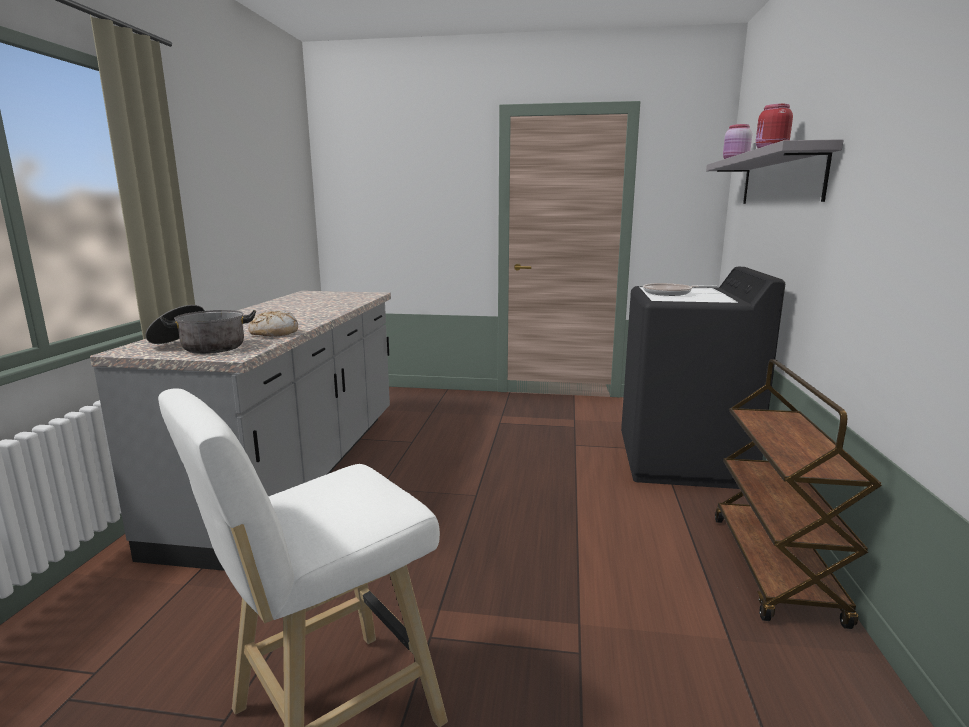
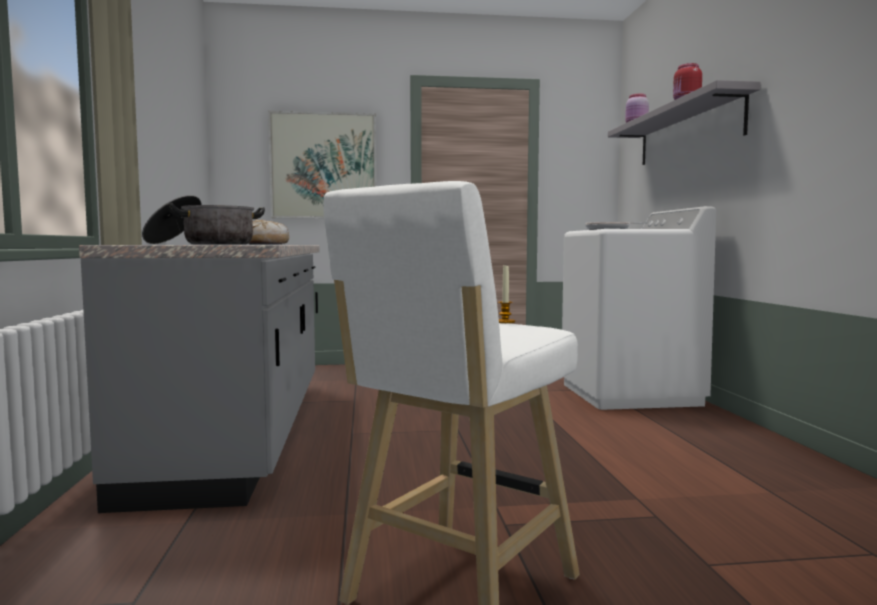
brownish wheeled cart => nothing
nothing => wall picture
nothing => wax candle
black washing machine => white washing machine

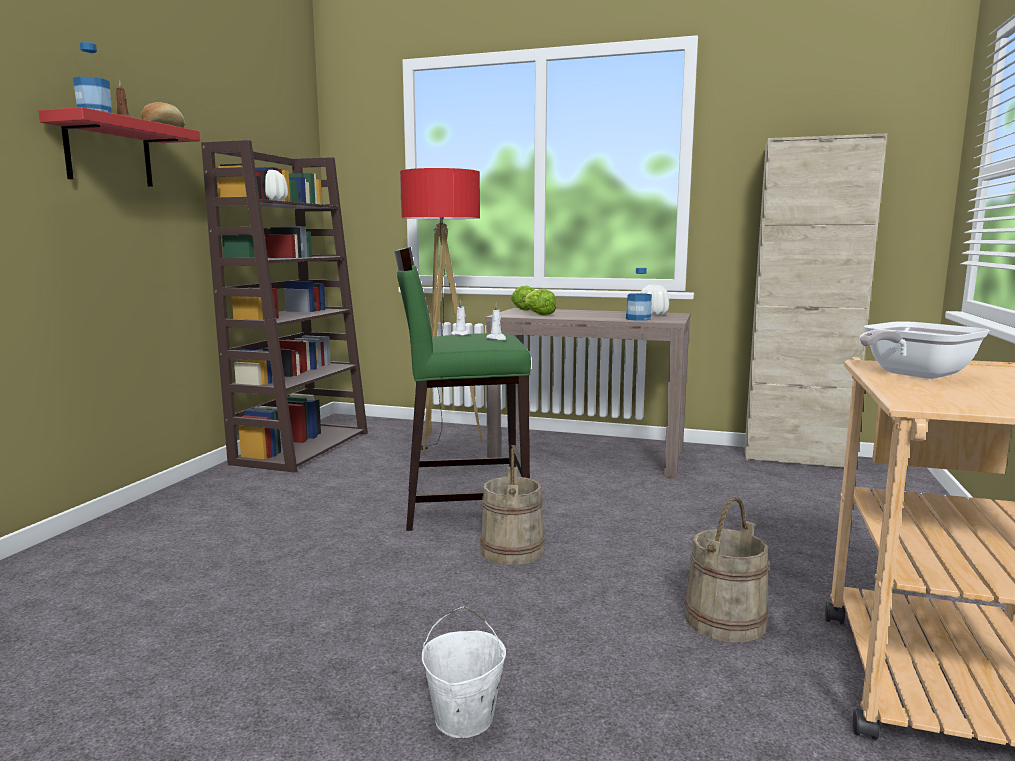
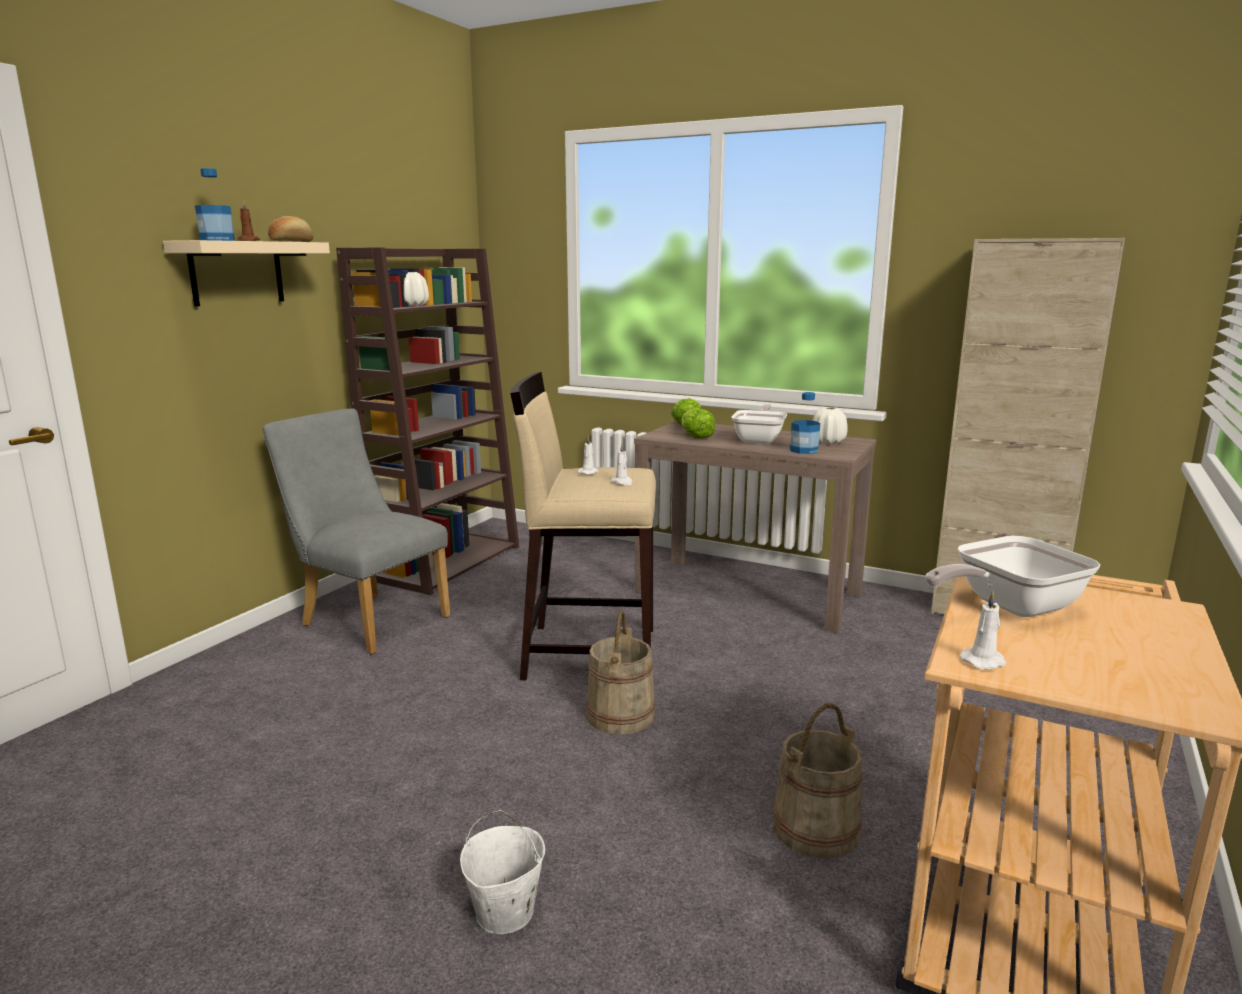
floor lamp => nothing
nothing => greyish plain chair
nothing => pan (no. 1 from left)
nothing => white wax candle (no. 3 from left)
reddish wall shelf => beige wall shelf
green sitting stool => beige sitting stool

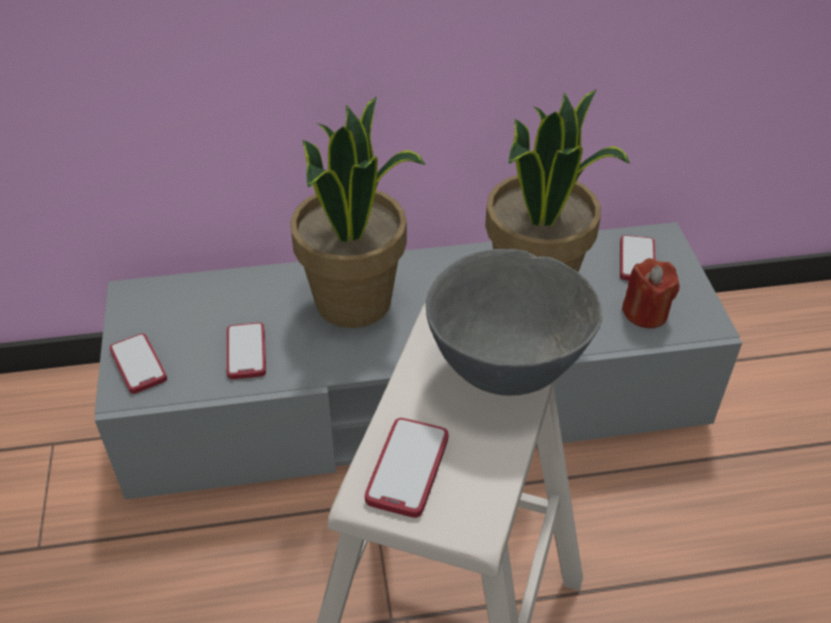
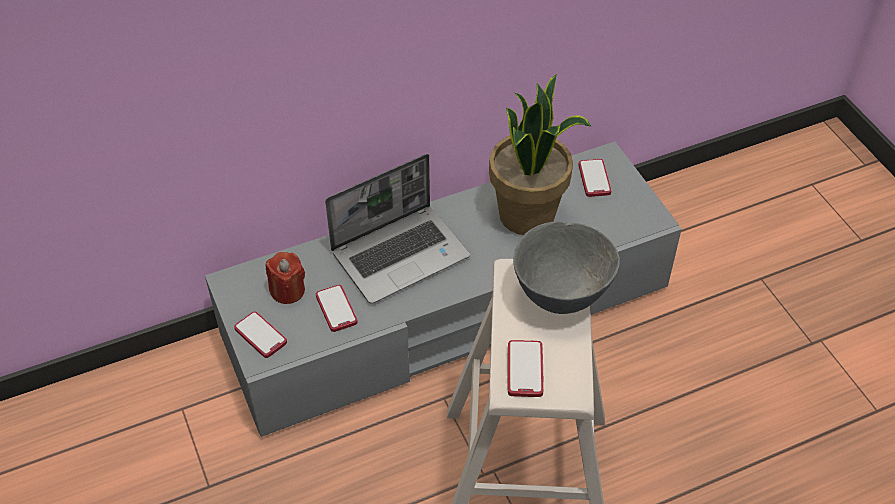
reddish wax candle, relocated
houseplant (no. 1 from left) => portable computer

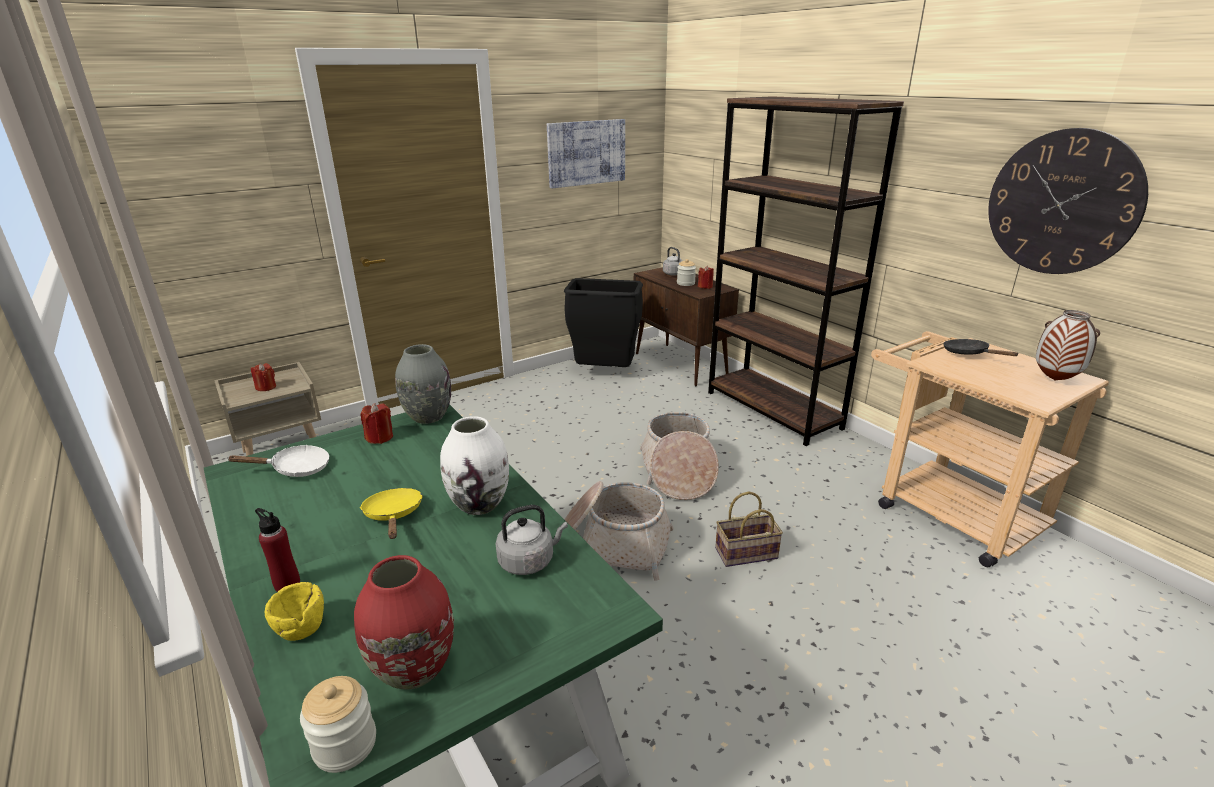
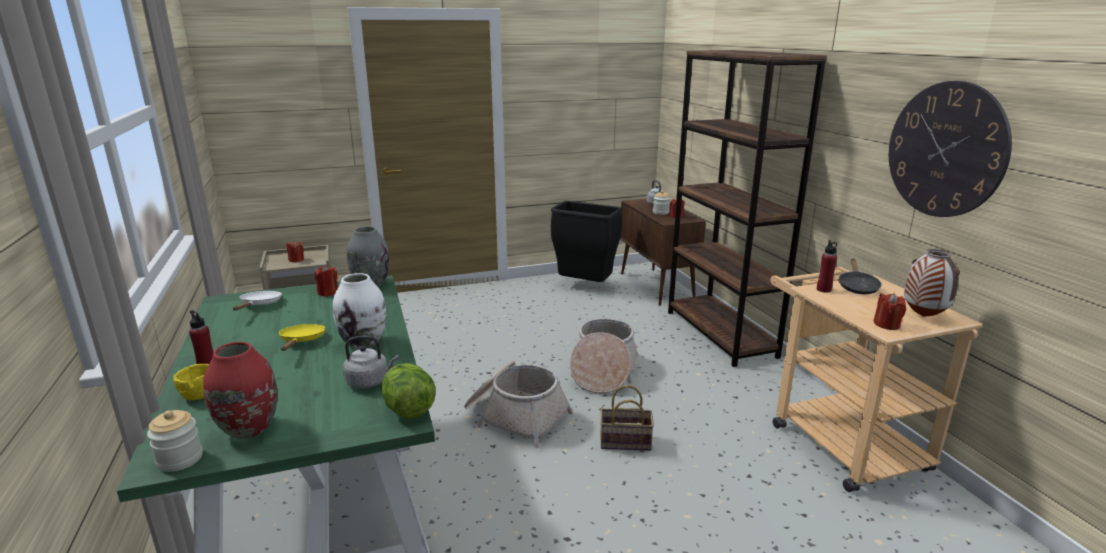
wall picture => nothing
nothing => lettuce head
nothing => reddish drink bottle (no. 2 from left)
nothing => reddish wax candle (no. 4 from left)
white pan, 90 degrees counterclockwise
black pan, 150 degrees counterclockwise

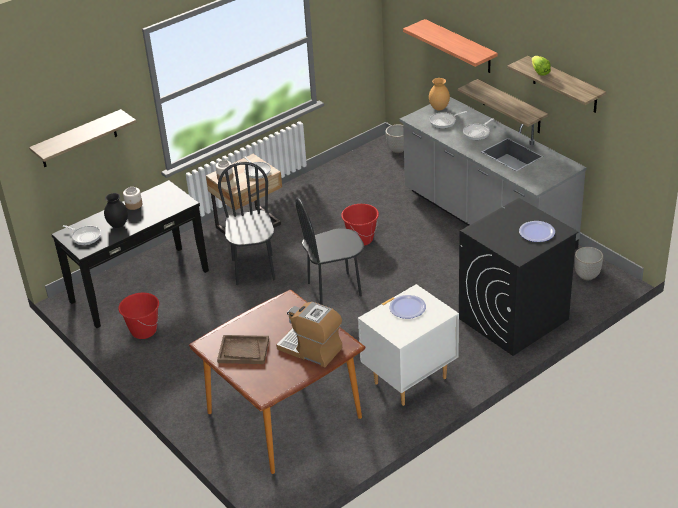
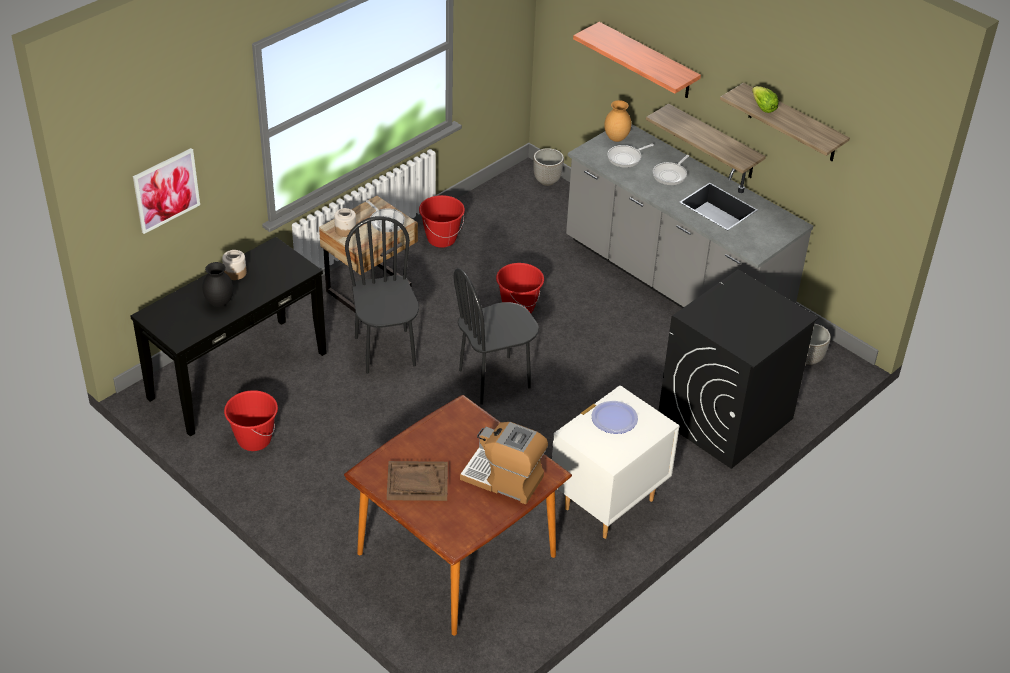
pan (no. 1 from left) => nothing
flat dish (no. 2 from left) => nothing
nothing => reddish water bucket (no. 2 from left)
wall shelf (no. 1 from left) => wall picture

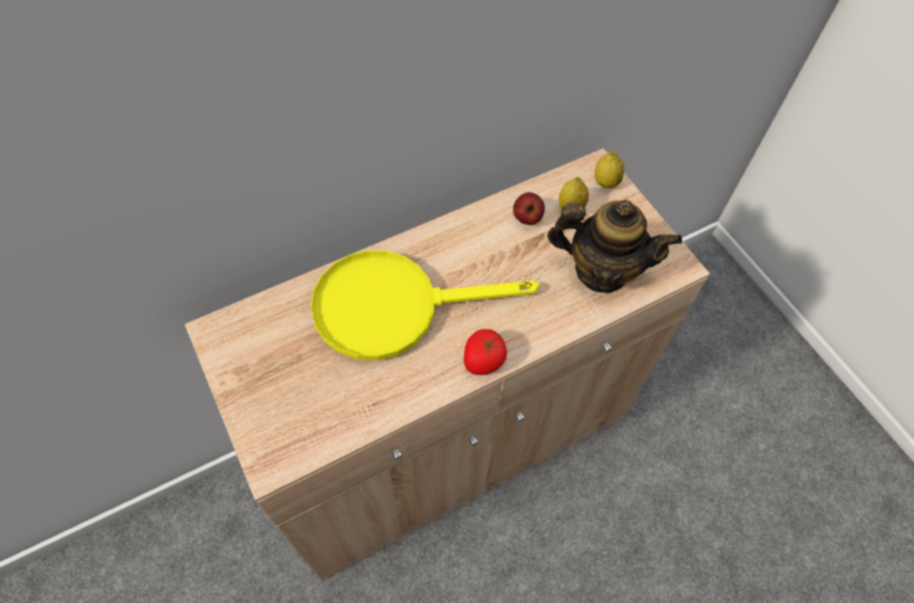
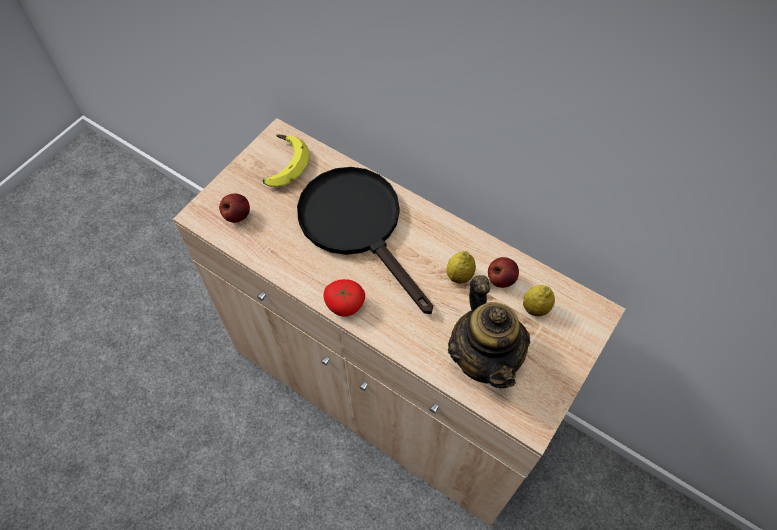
nothing => apple (no. 1 from left)
nothing => banana fruit
whole lemon (no. 2 from left in the first image) => whole lemon (no. 1 from left), relocated
yellow-coloured pan => black pan

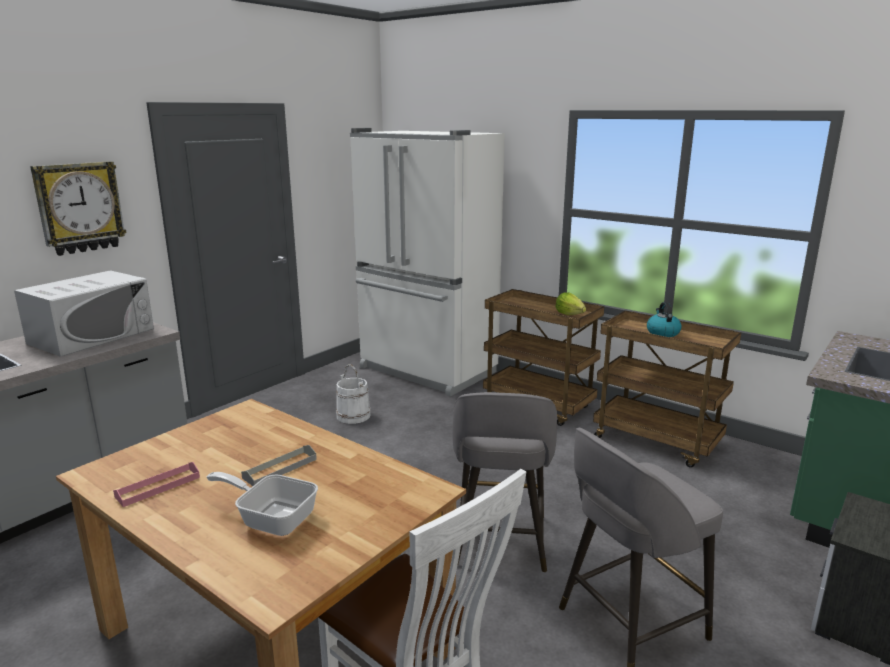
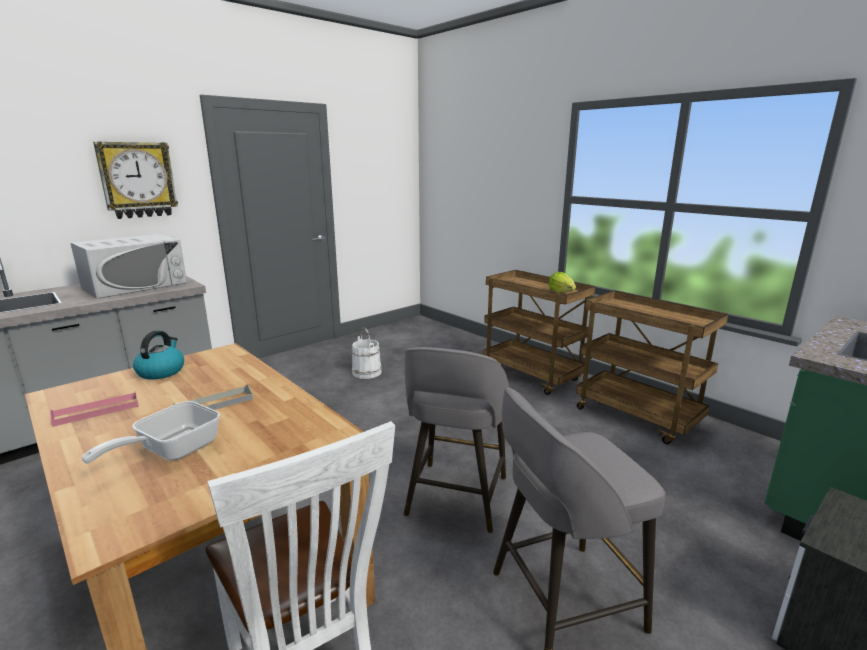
white kitchen fridge => nothing
tea kettle, relocated
pan, 90 degrees counterclockwise

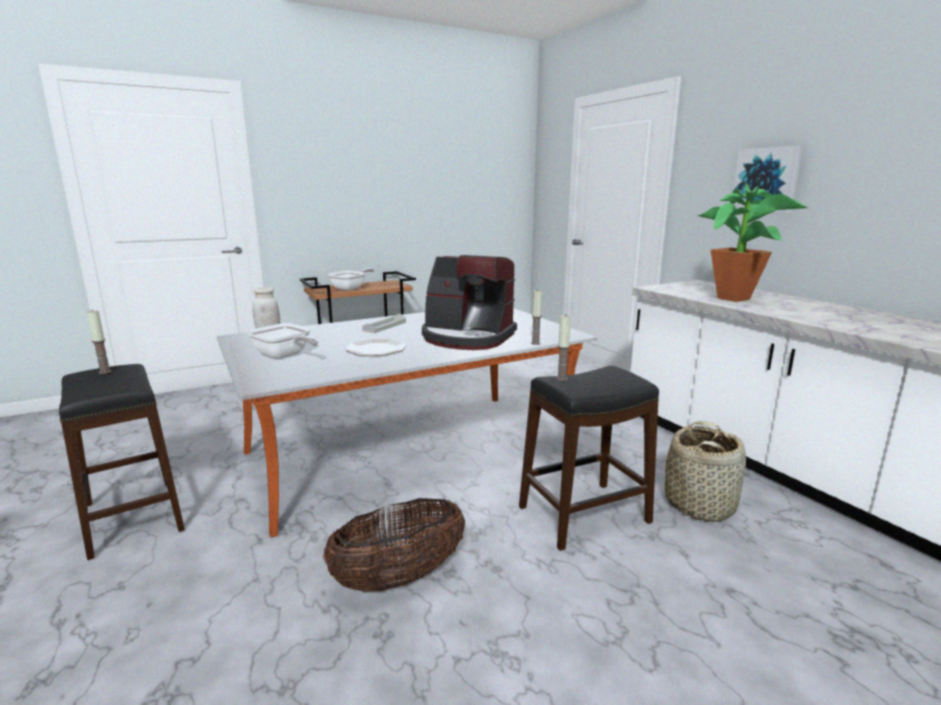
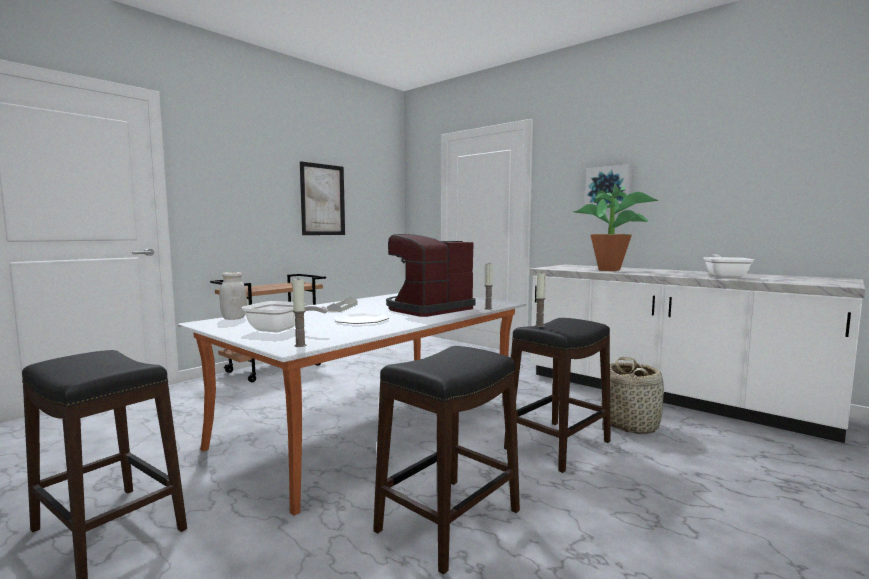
nothing => wall picture (no. 1 from left)
wax candle (no. 1 from left), relocated
pan (no. 2 from left), relocated
household basket (no. 1 from left) => black sitting stool (no. 2 from left)
coffee maker, 135 degrees clockwise

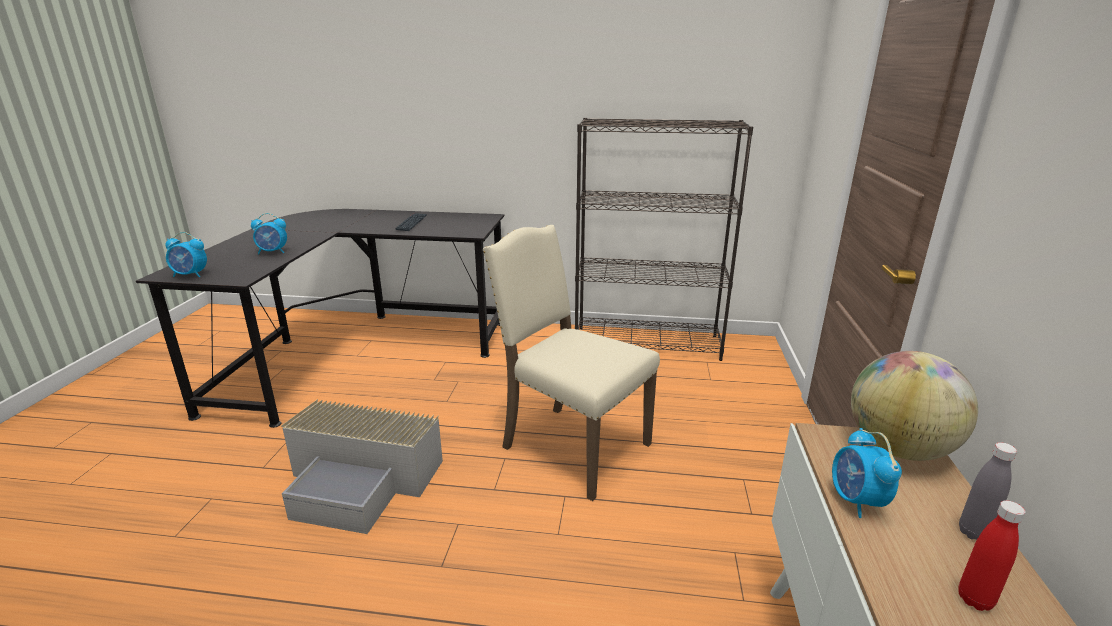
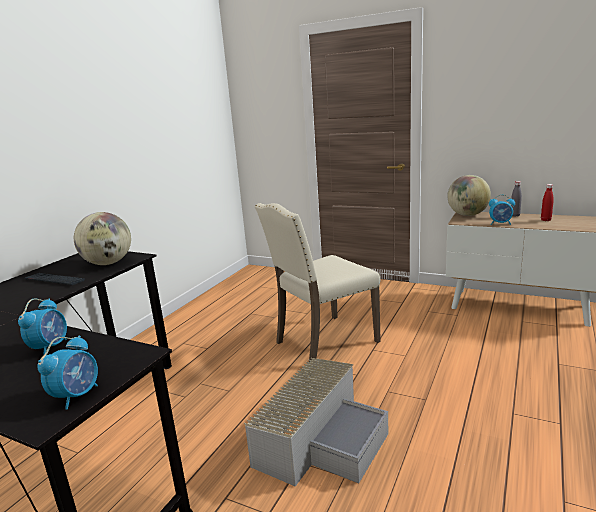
black shelving unit => nothing
nothing => desk globe (no. 1 from left)

